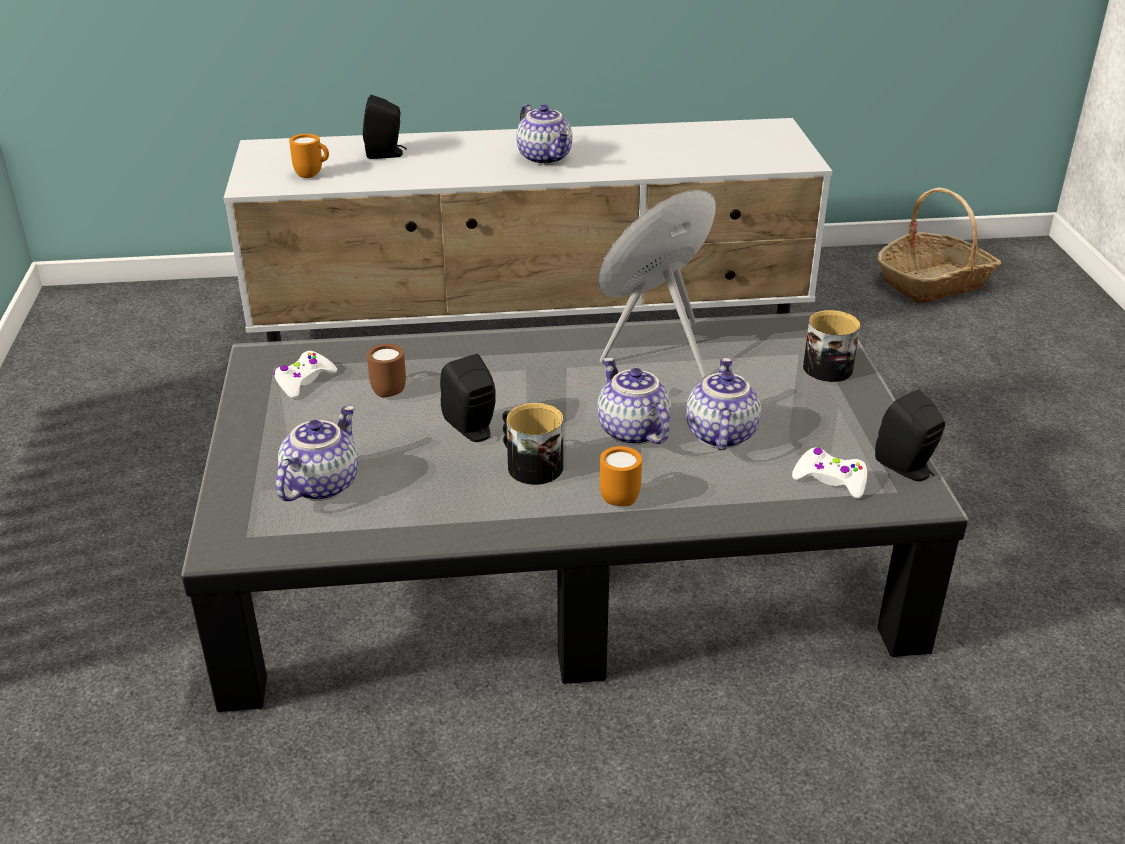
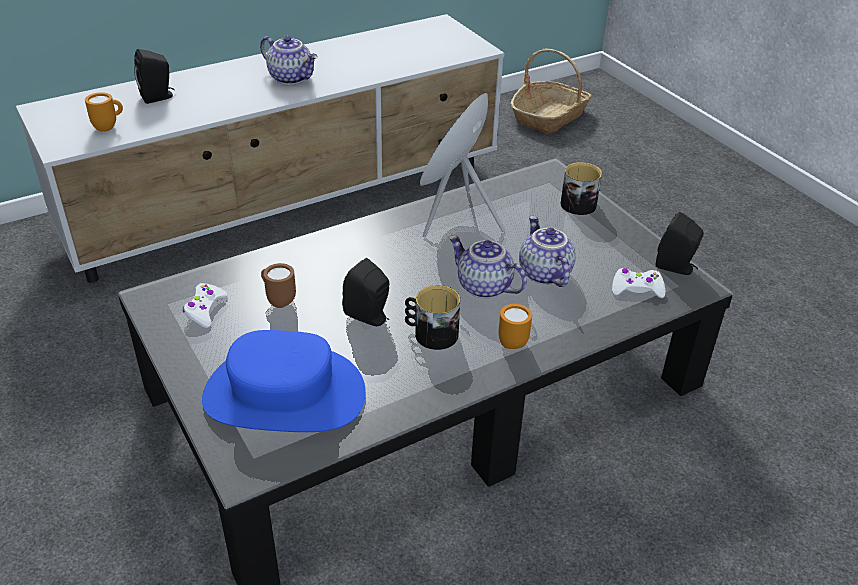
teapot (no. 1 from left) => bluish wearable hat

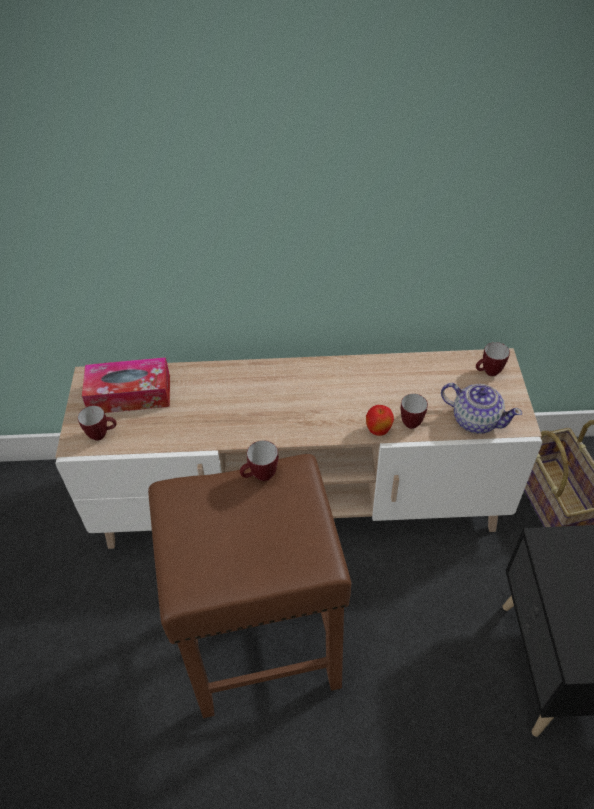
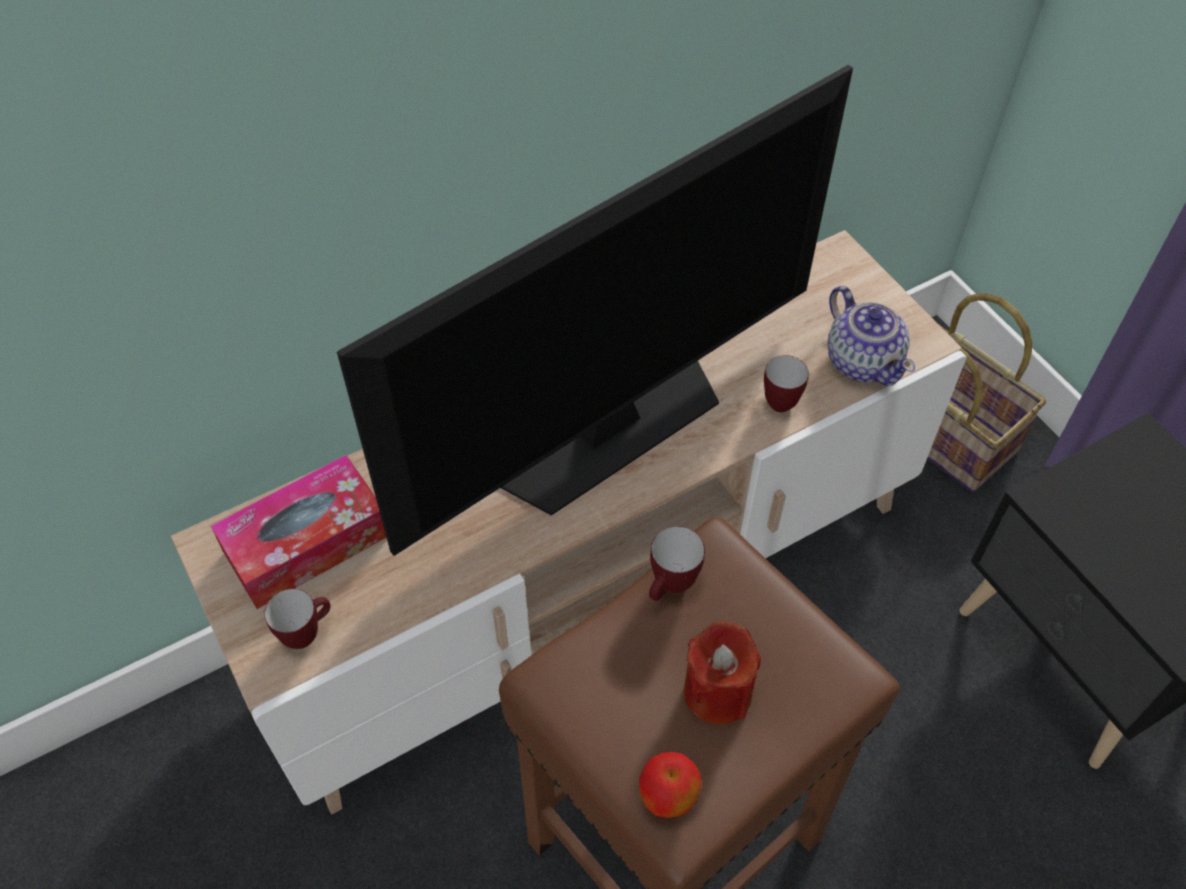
tea mug (no. 4 from left) => nothing
nothing => television
nothing => reddish wax candle
apple, relocated
teapot, 60 degrees clockwise

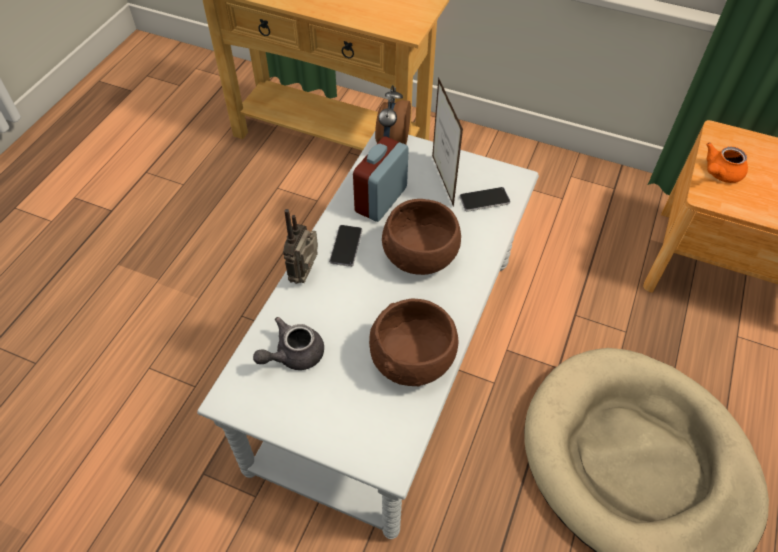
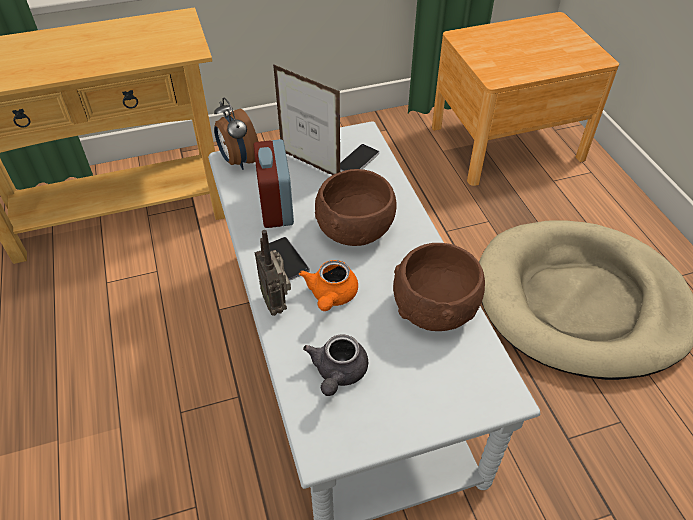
orange teapot, relocated

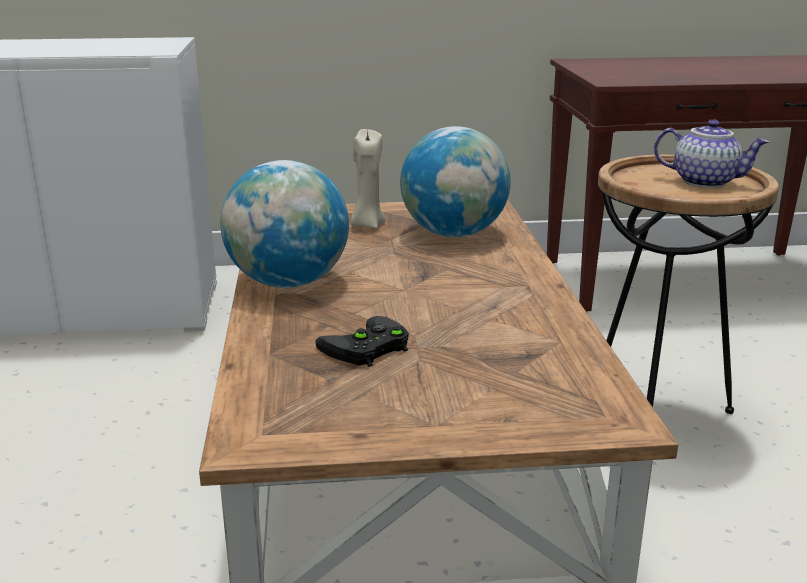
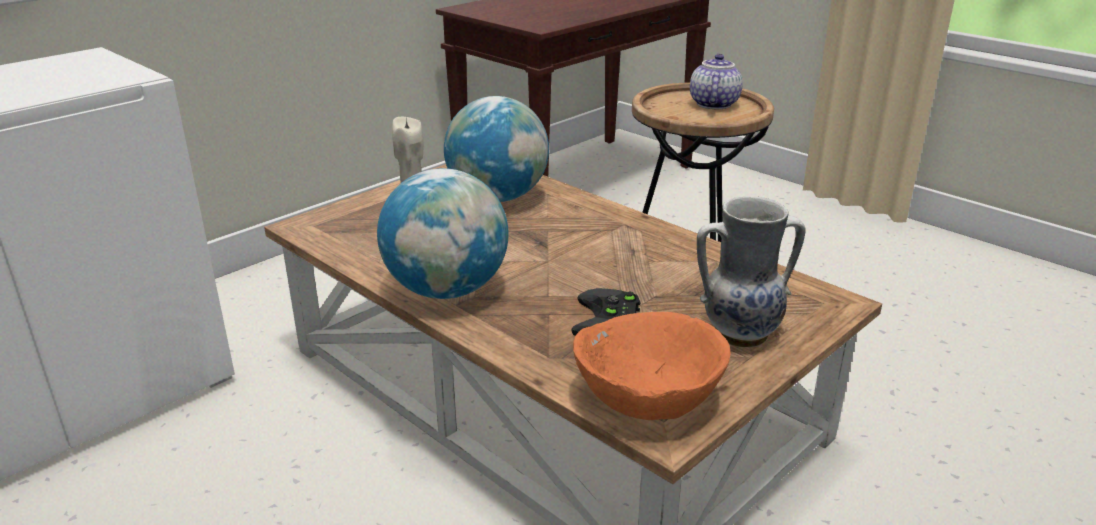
nothing => orange bowl
nothing => flower vase
teapot, 60 degrees counterclockwise

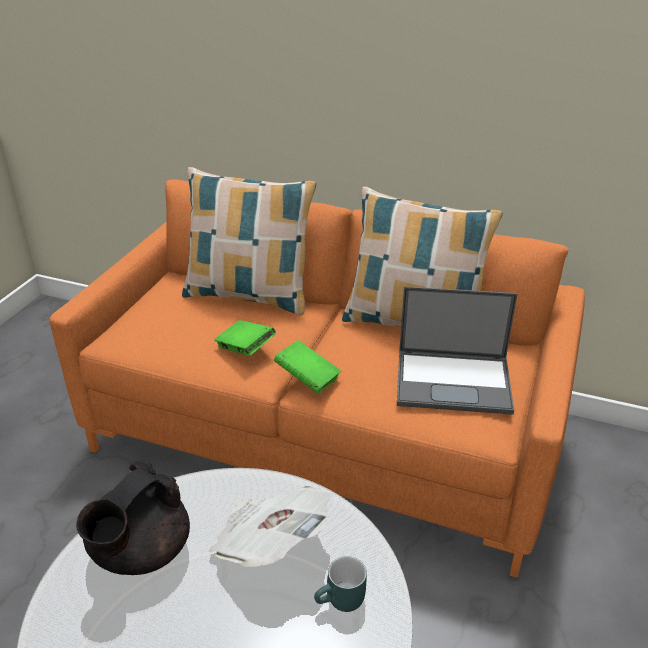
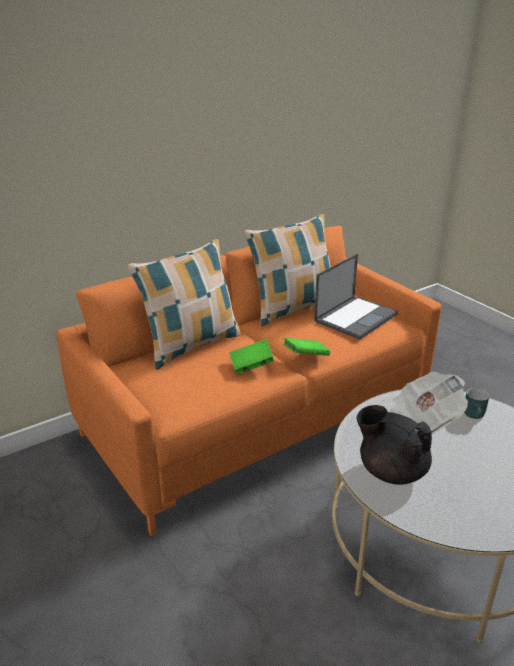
black teapot, 150 degrees clockwise

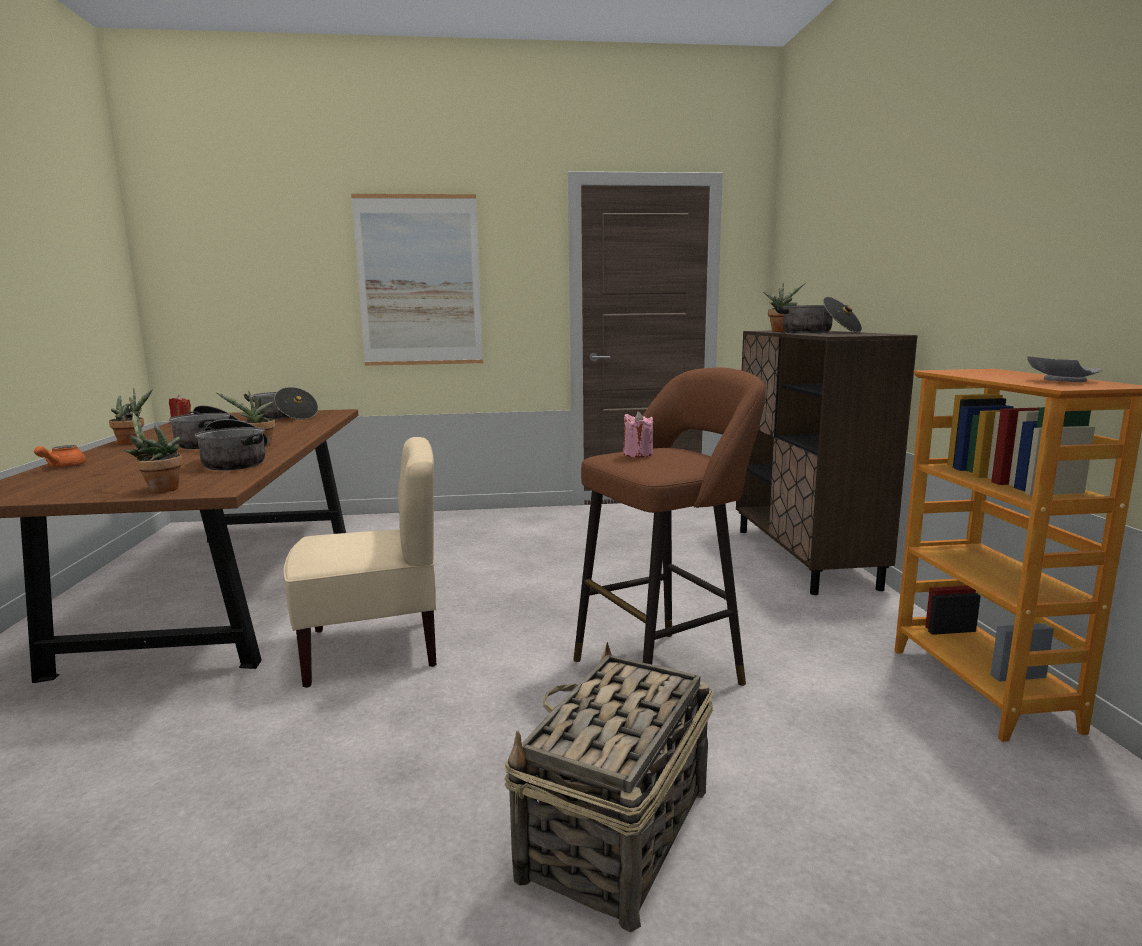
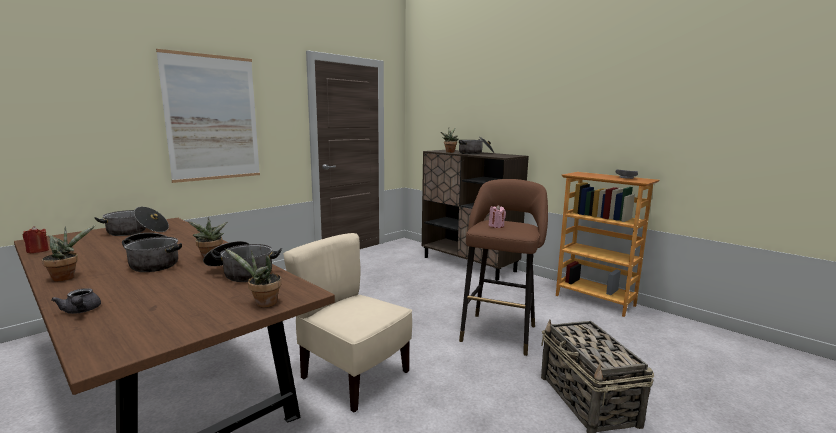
orange teapot => greyish teapot
beige plain chair, 90 degrees counterclockwise

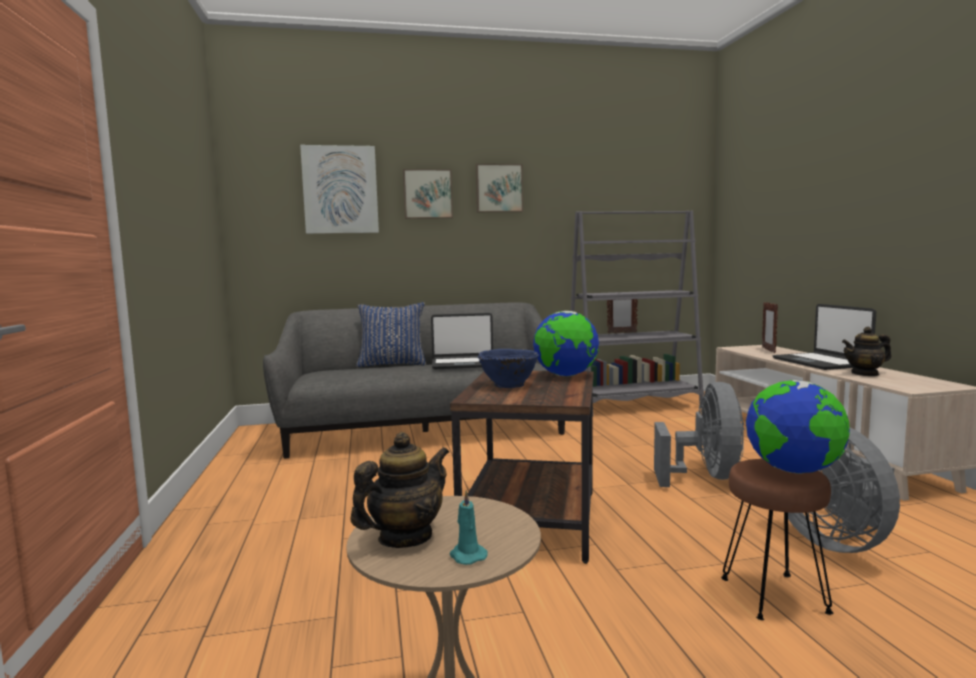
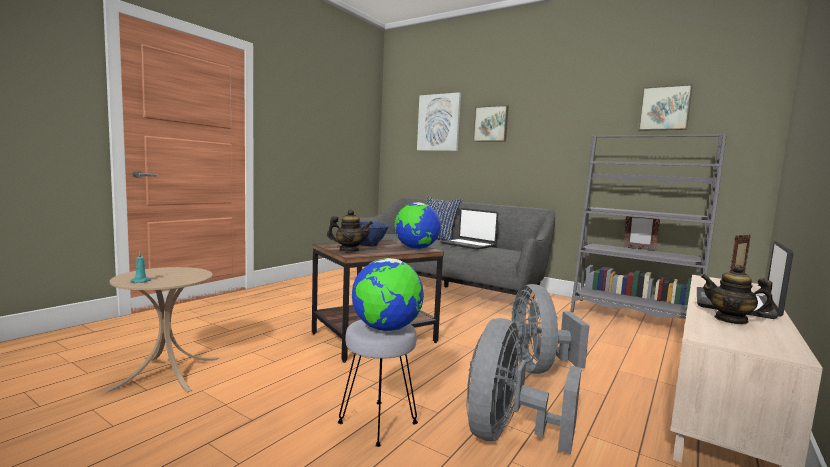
teapot (no. 1 from left), relocated
wall picture (no. 3 from left), relocated
brownish sitting stool => greyish sitting stool
greyish cooling fan (no. 1 from left in the first image) => greyish cooling fan (no. 2 from left), 120 degrees clockwise

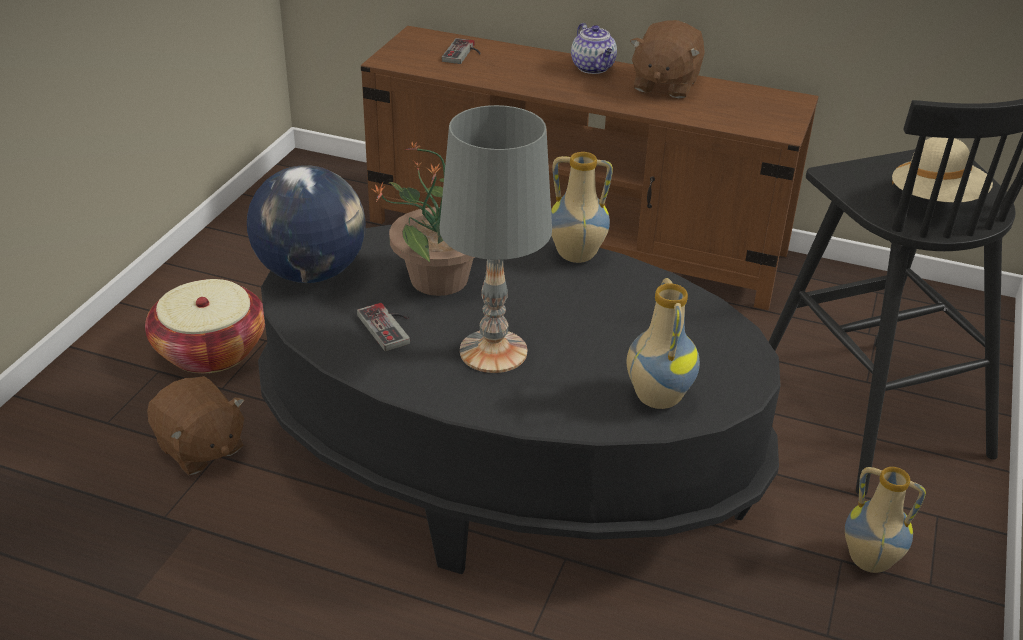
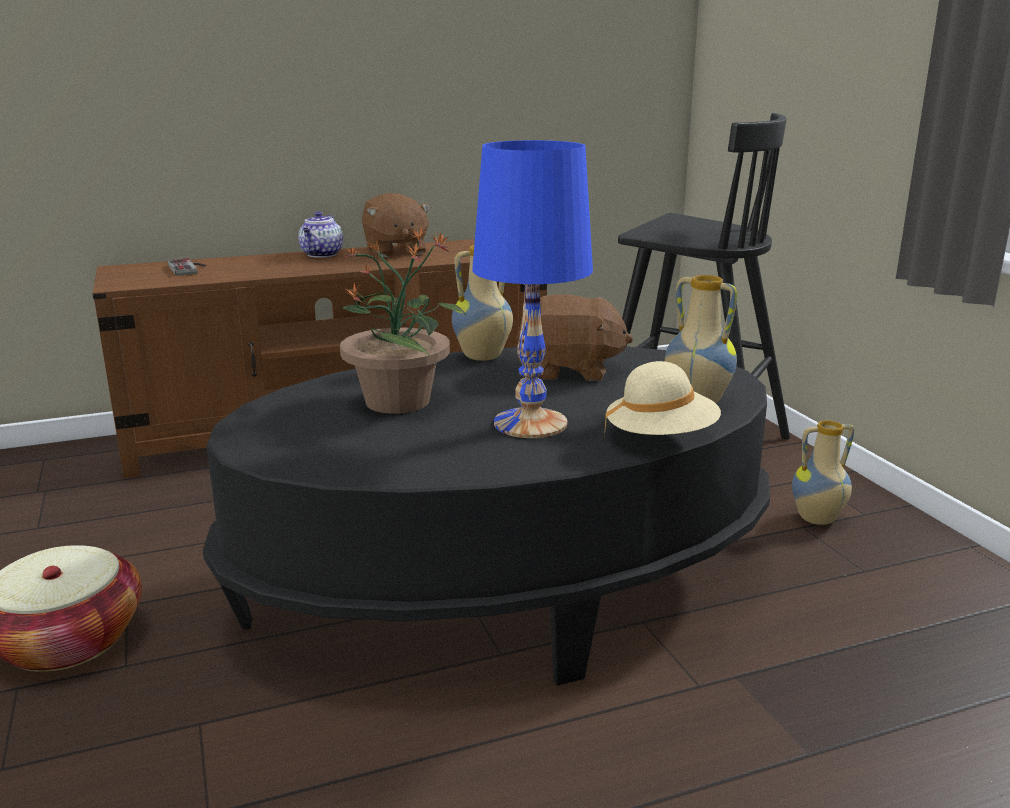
desk globe => nothing
gamepad (no. 1 from left) => nothing
brownish cuddly toy (no. 1 from left in the first image) => brownish cuddly toy (no. 2 from left), relocated
beige wearable hat, relocated
greyish table lamp => bluish table lamp
teapot, 75 degrees clockwise

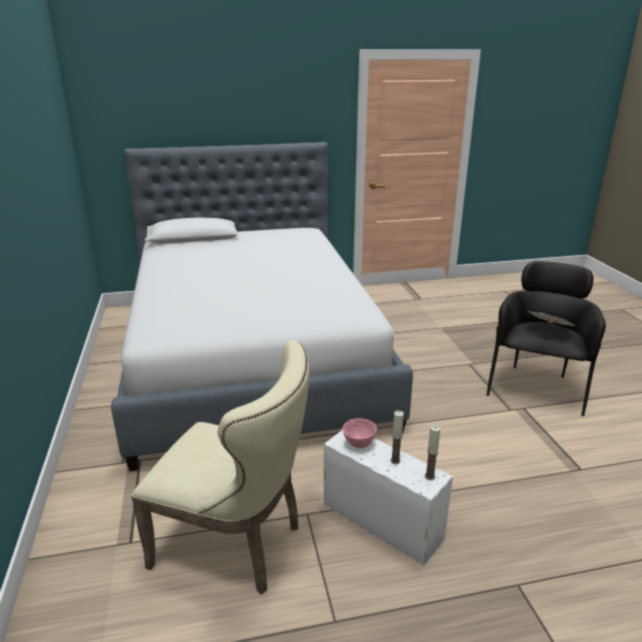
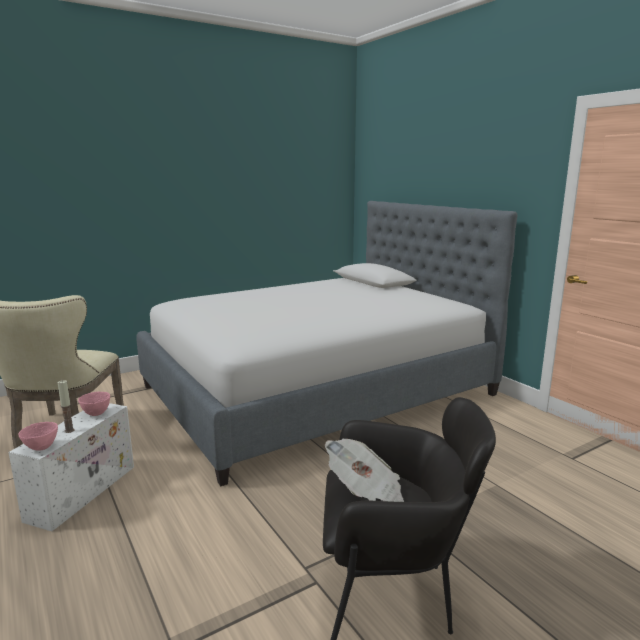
wax candle (no. 2 from left) => pinkish bowl (no. 1 from left)

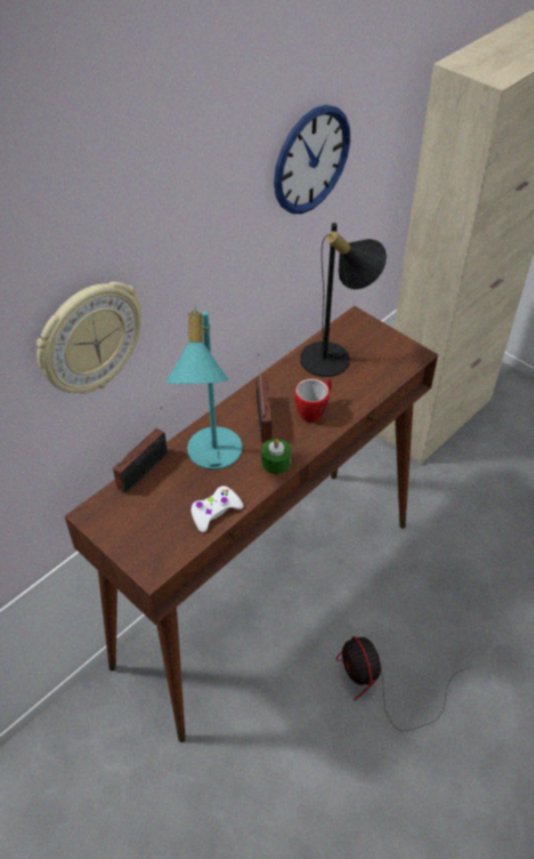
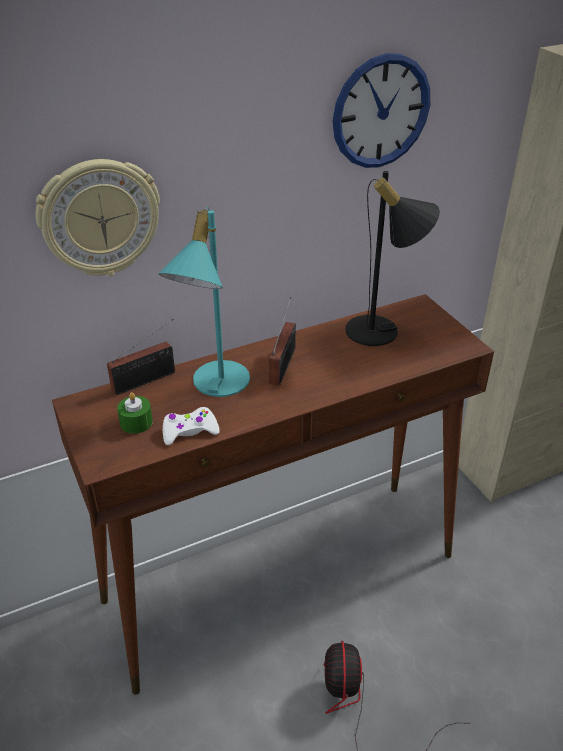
tea mug => nothing
green wax candle, relocated

